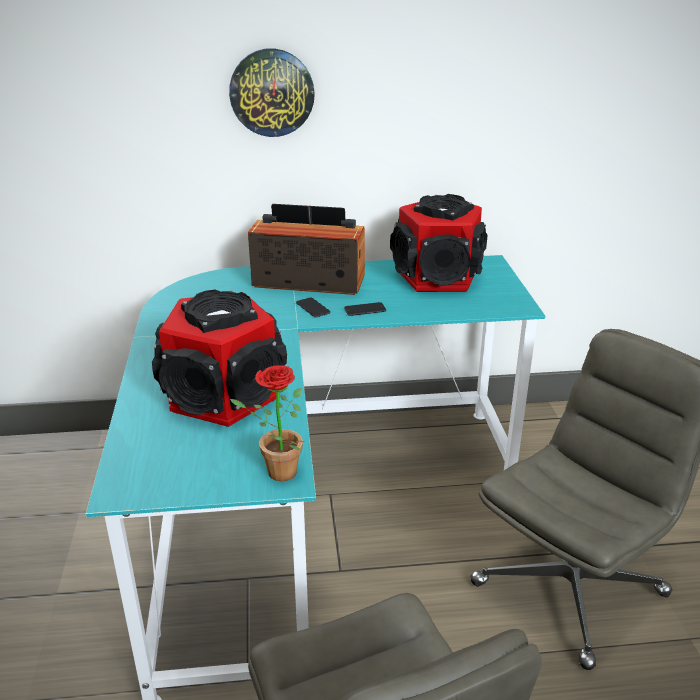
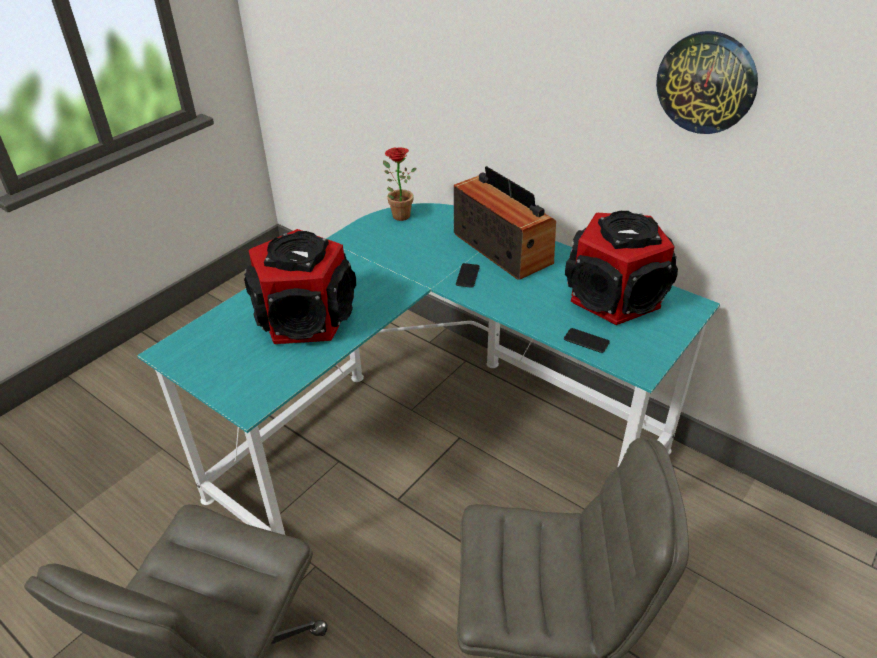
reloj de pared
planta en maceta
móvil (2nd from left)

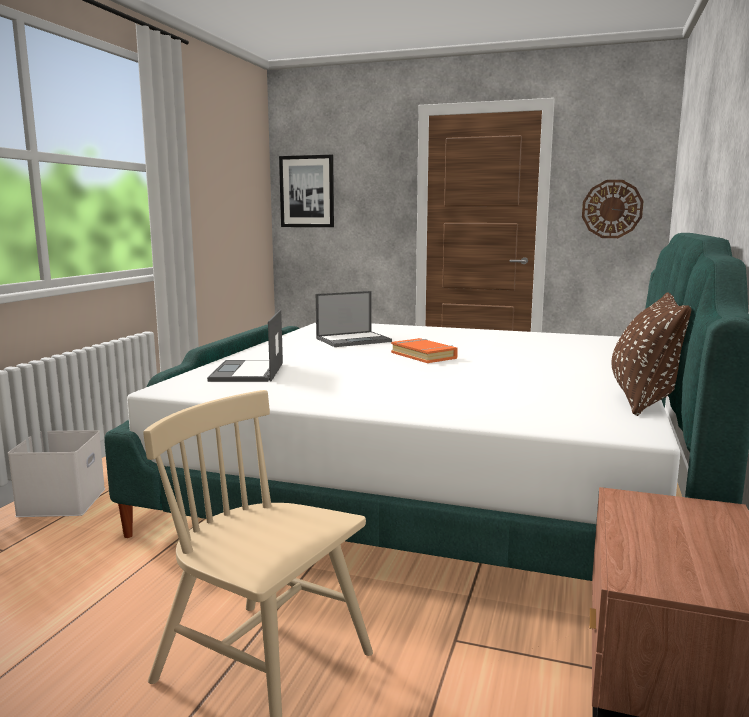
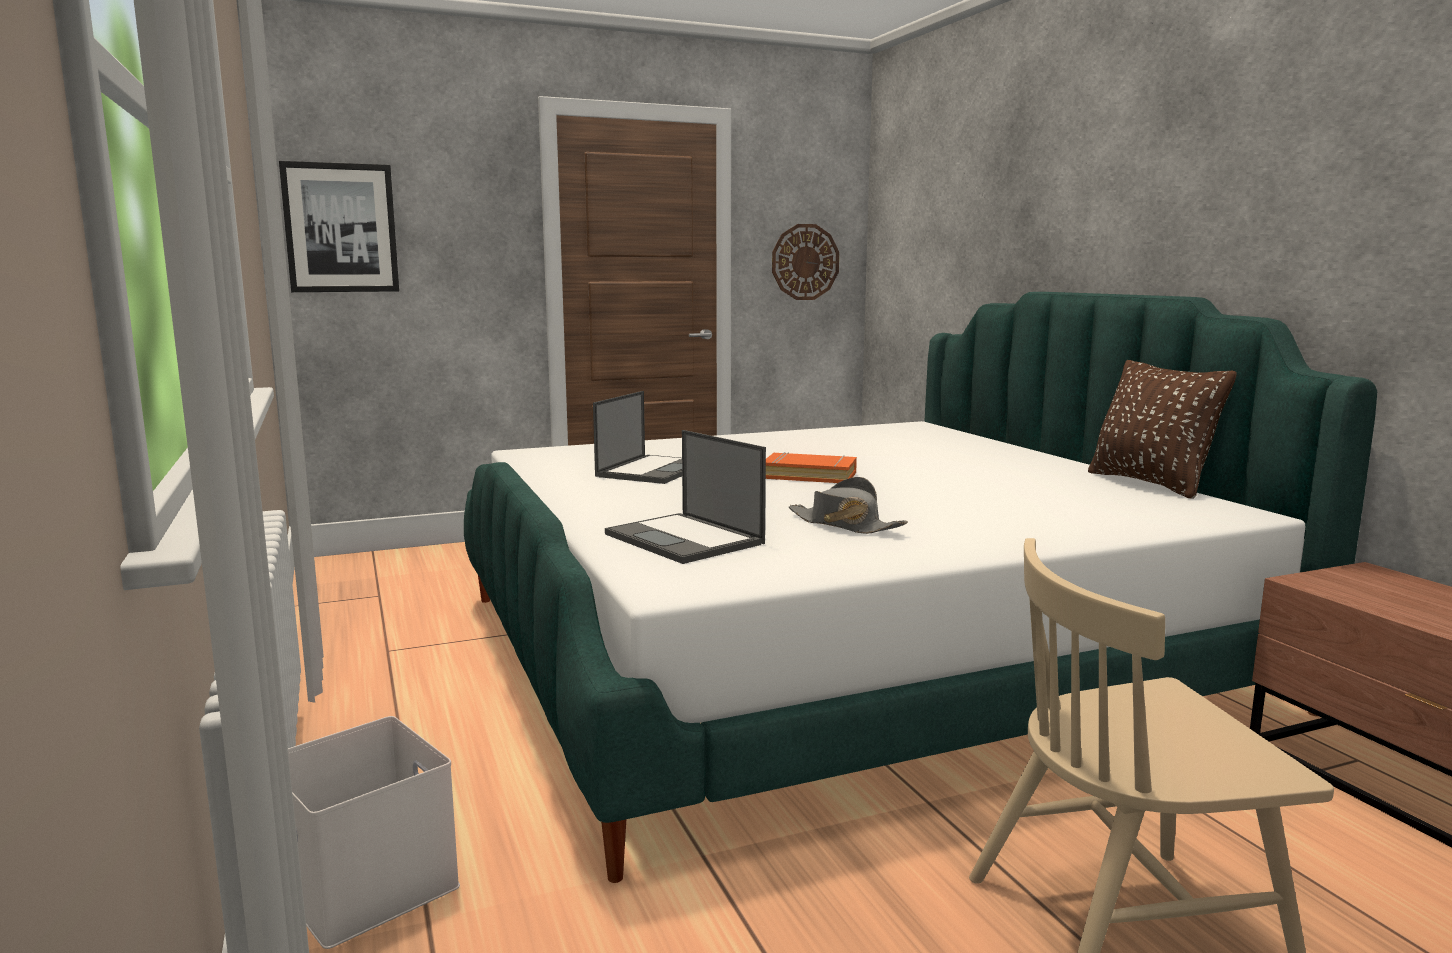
sombrero/gris

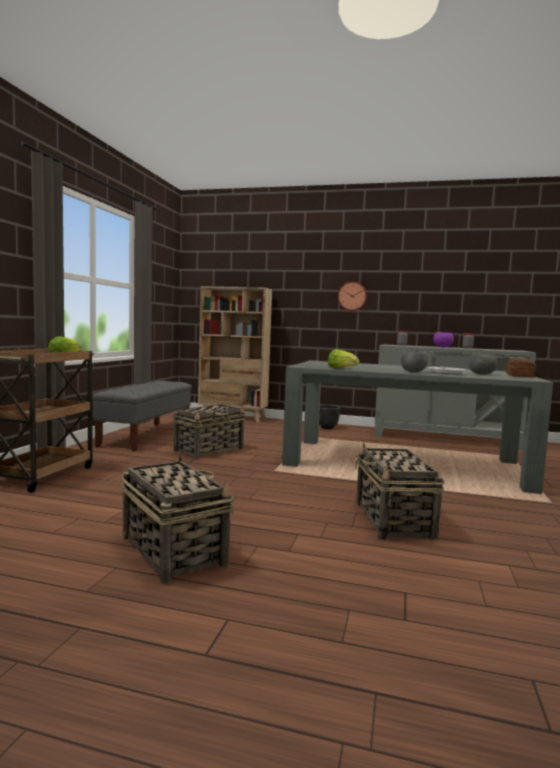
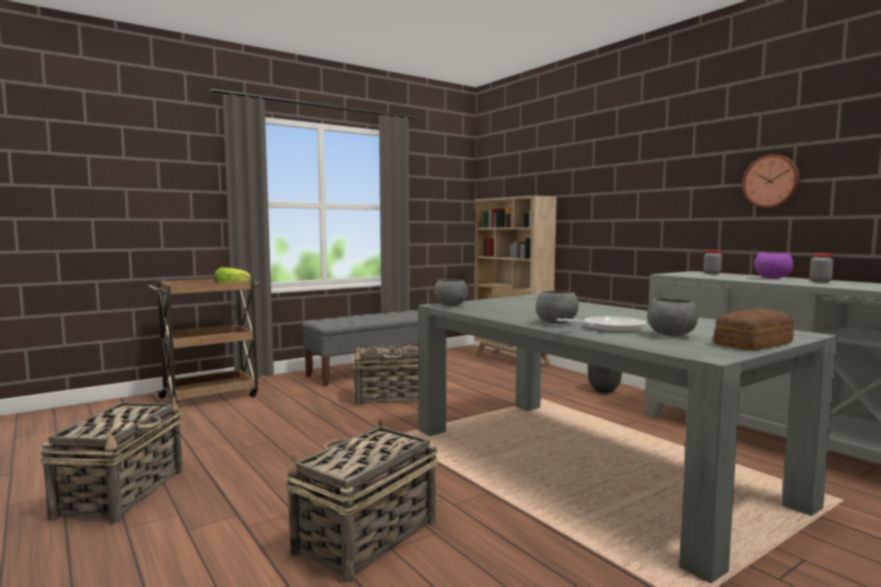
lechuga (2nd from left in the first image)
cuenco/gris (1st from left)
reloj de pared

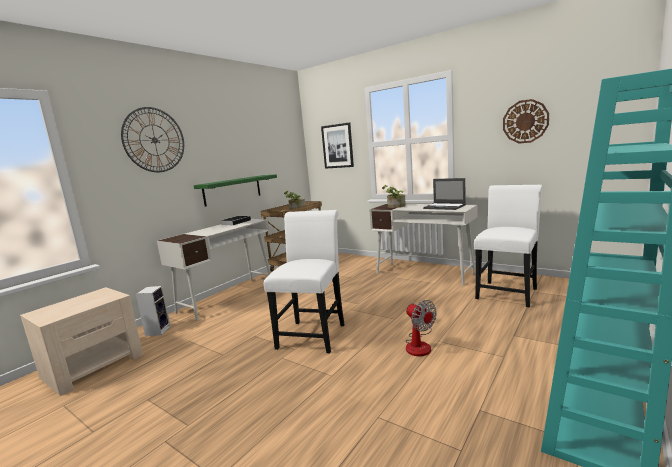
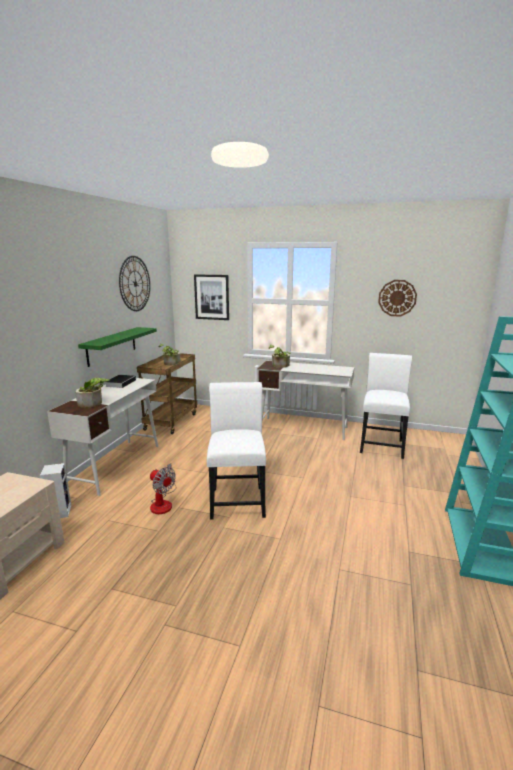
portátil
planta en maceta (1st from left)
reloj de pared (1st from left)
ventilador

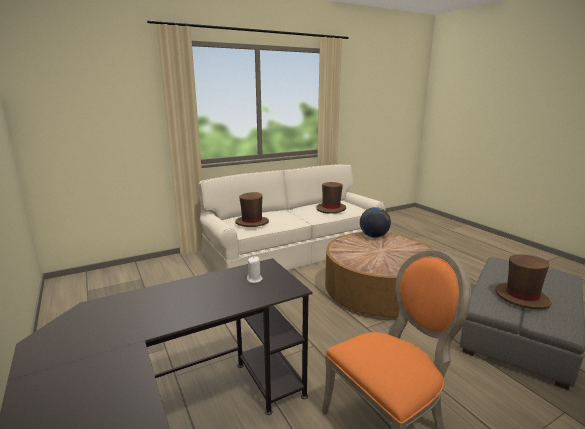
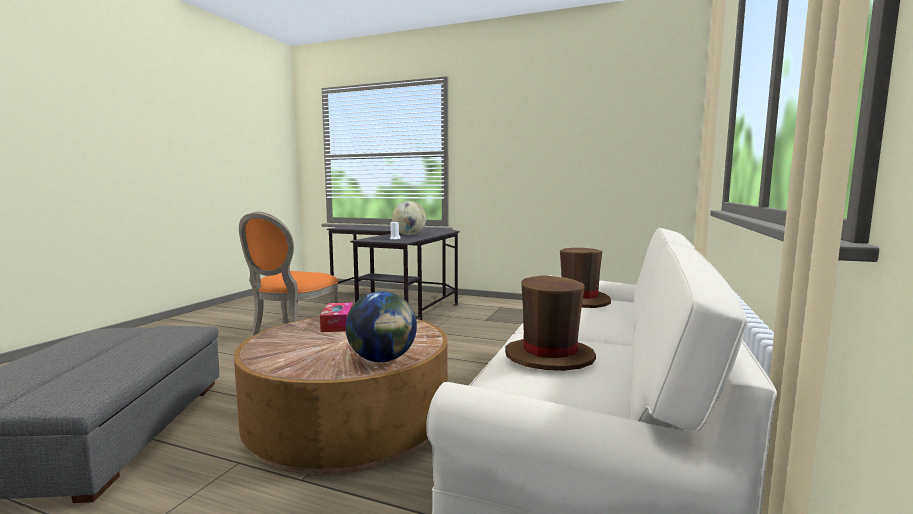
sombrero/marrón (3rd from left in the first image)
caja de pañuelos
globo terráqueo (2nd from left)

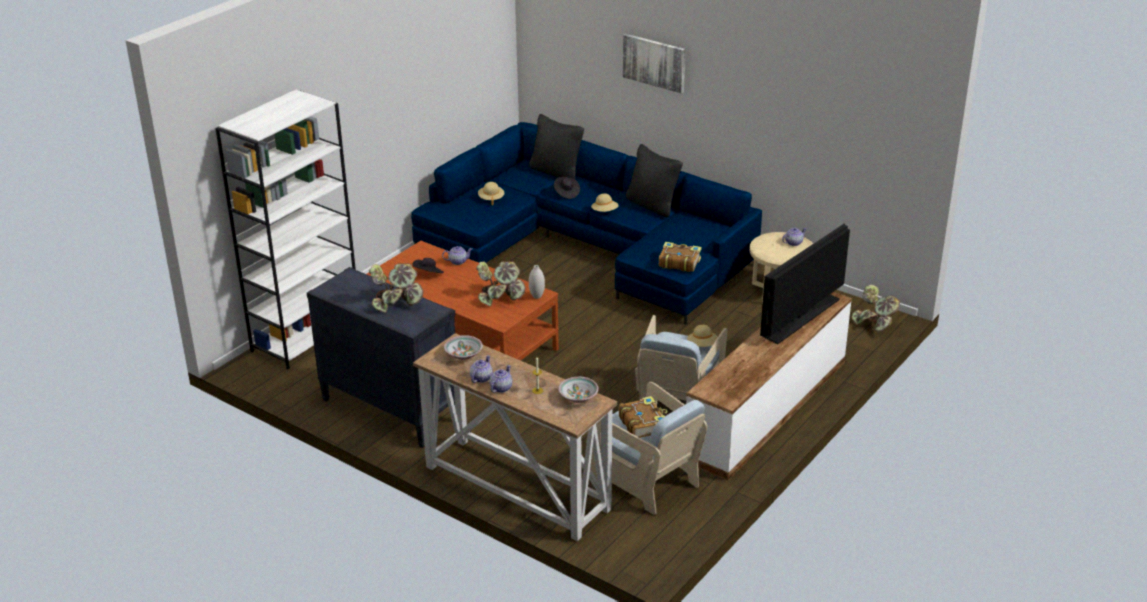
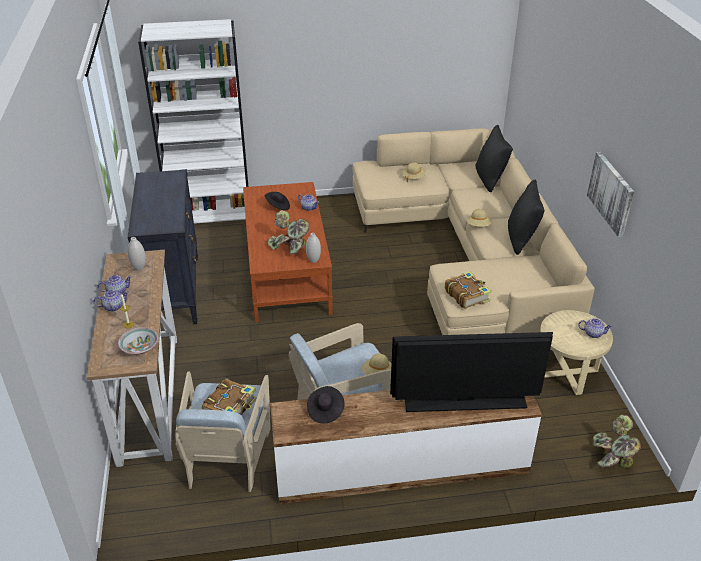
planta en maceta (1st from left in the first image)
sombrero/negro (2nd from left)
cuadro
florero/blanco (1st from left)
sofá/beis

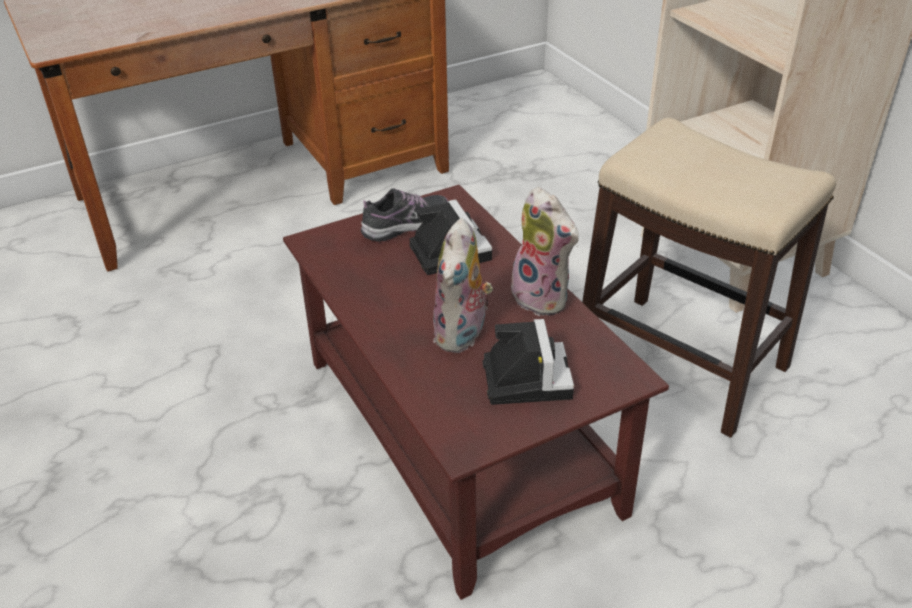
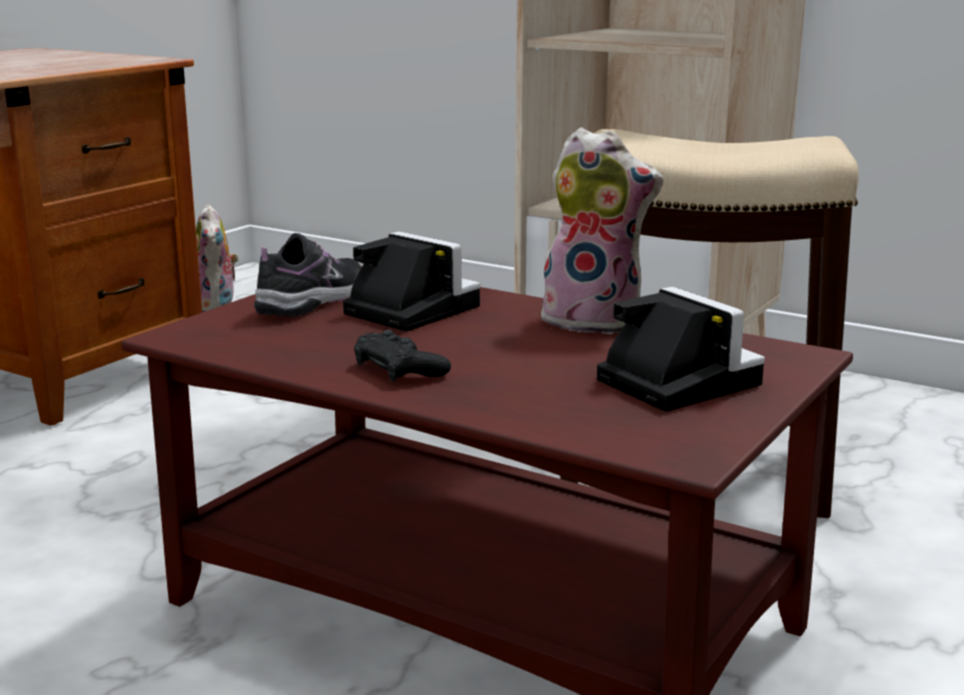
mando de consola/negro
peluche (1st from left)

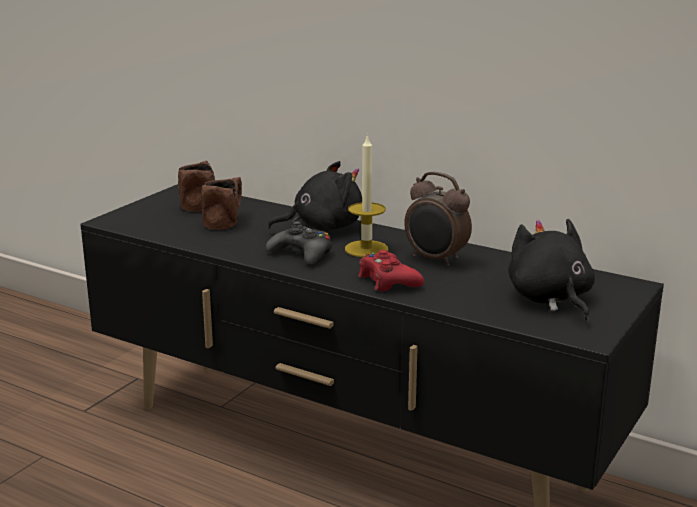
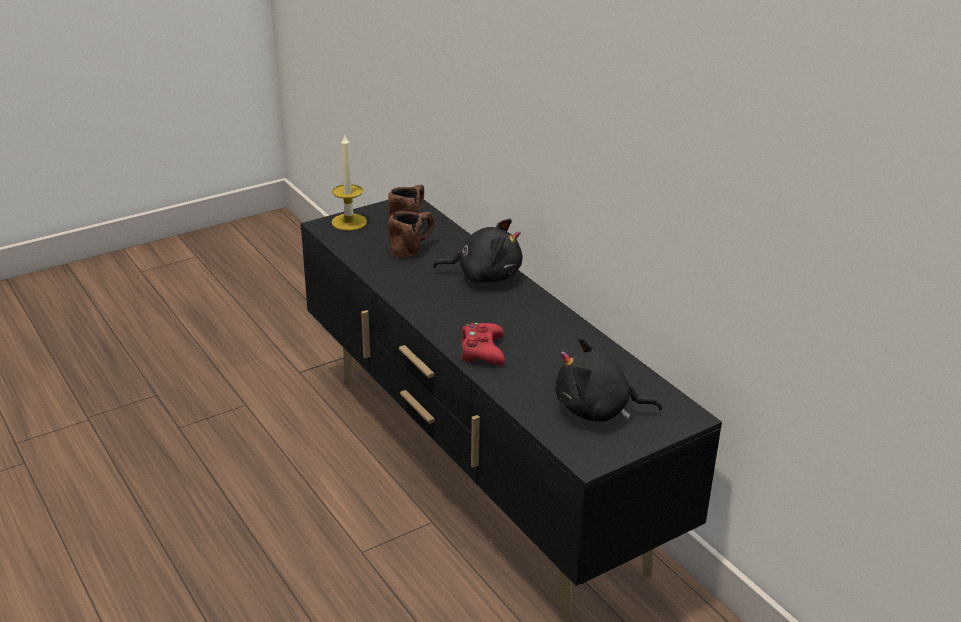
mando de consola/negro
despertador
vela
peluche/negro (2nd from left)

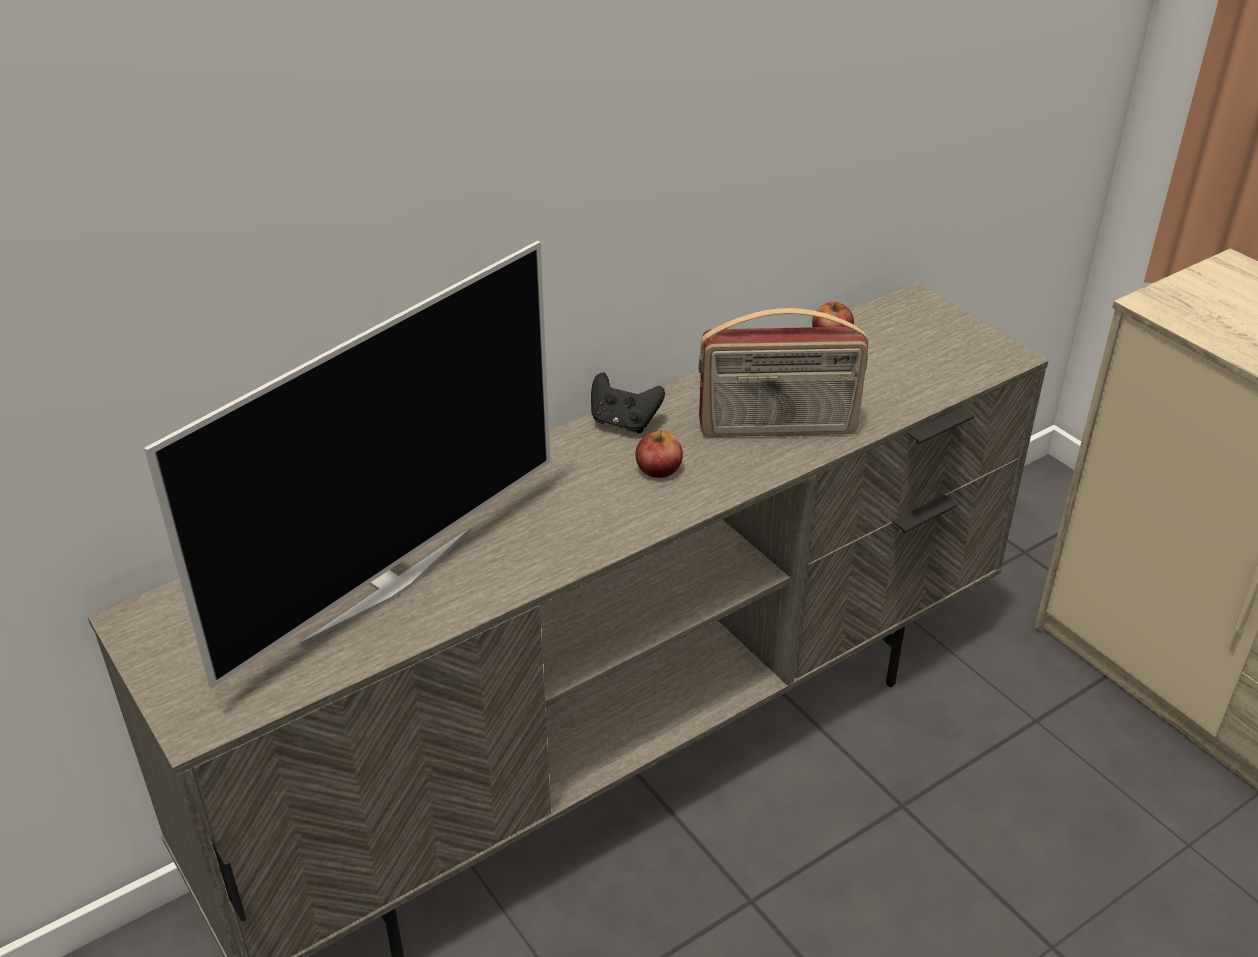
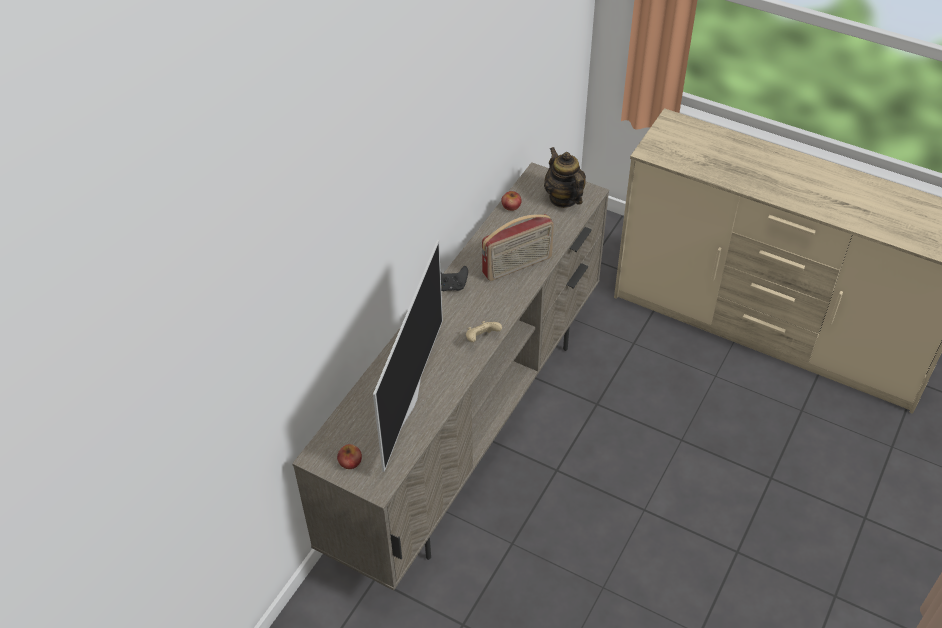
mando de consola/beis
tetera
manzana (1st from left)

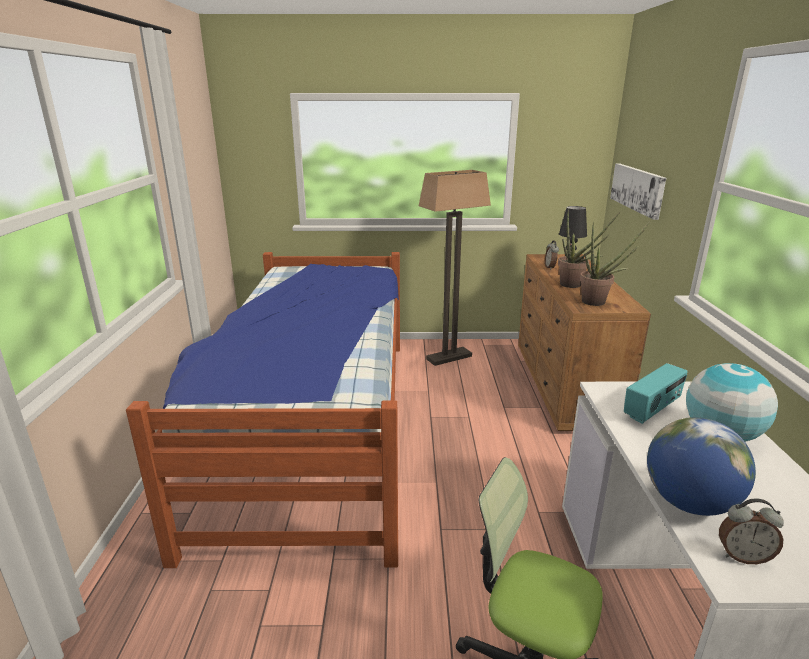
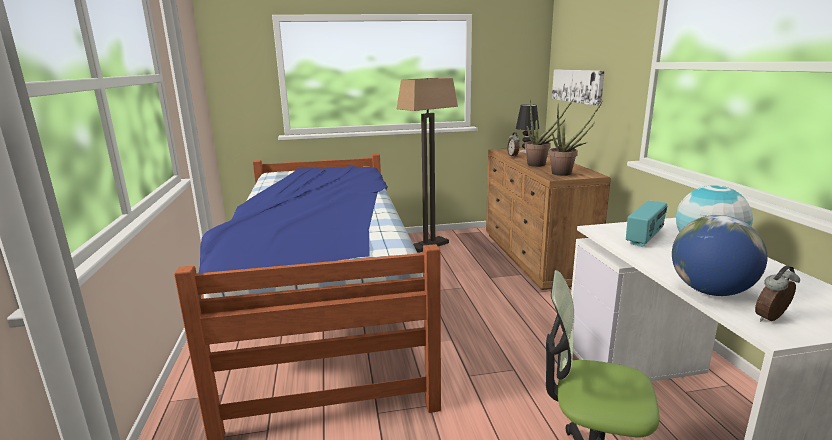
despertador (2nd from left)

